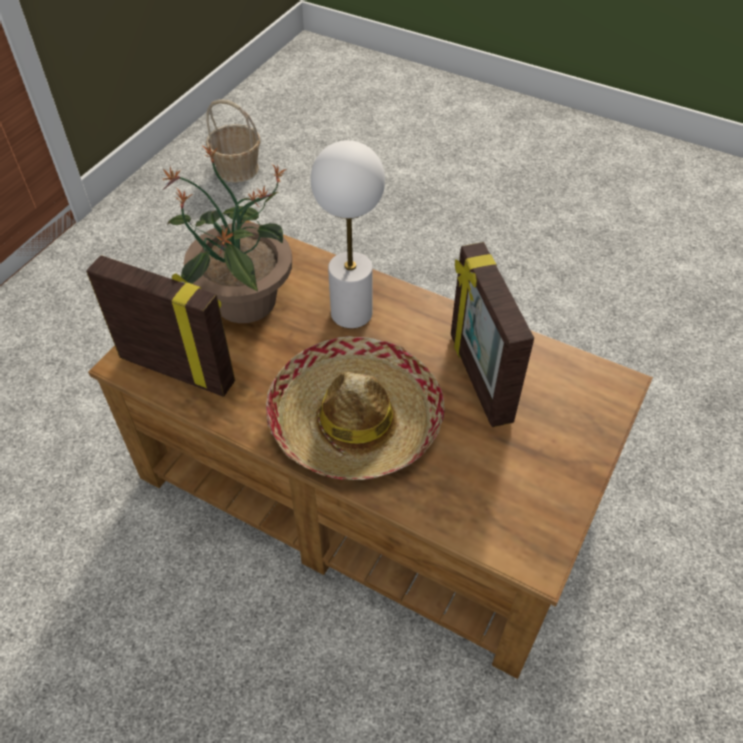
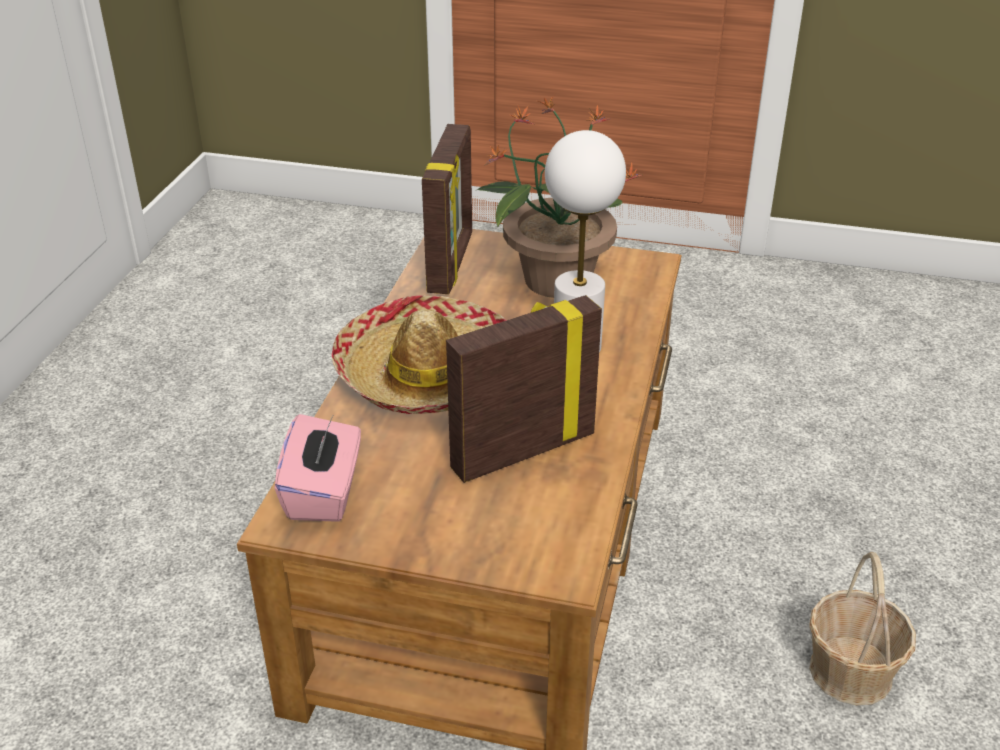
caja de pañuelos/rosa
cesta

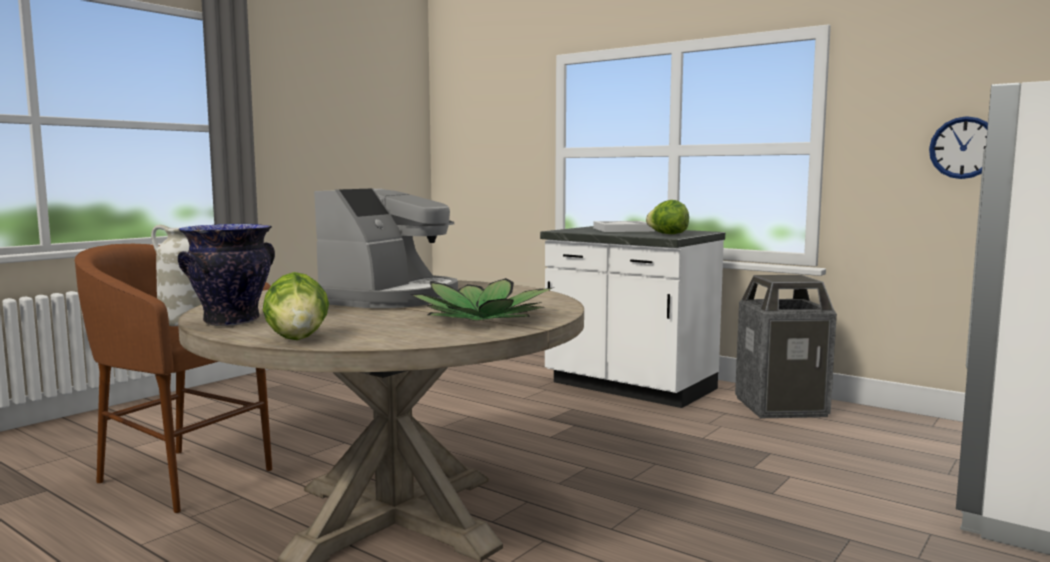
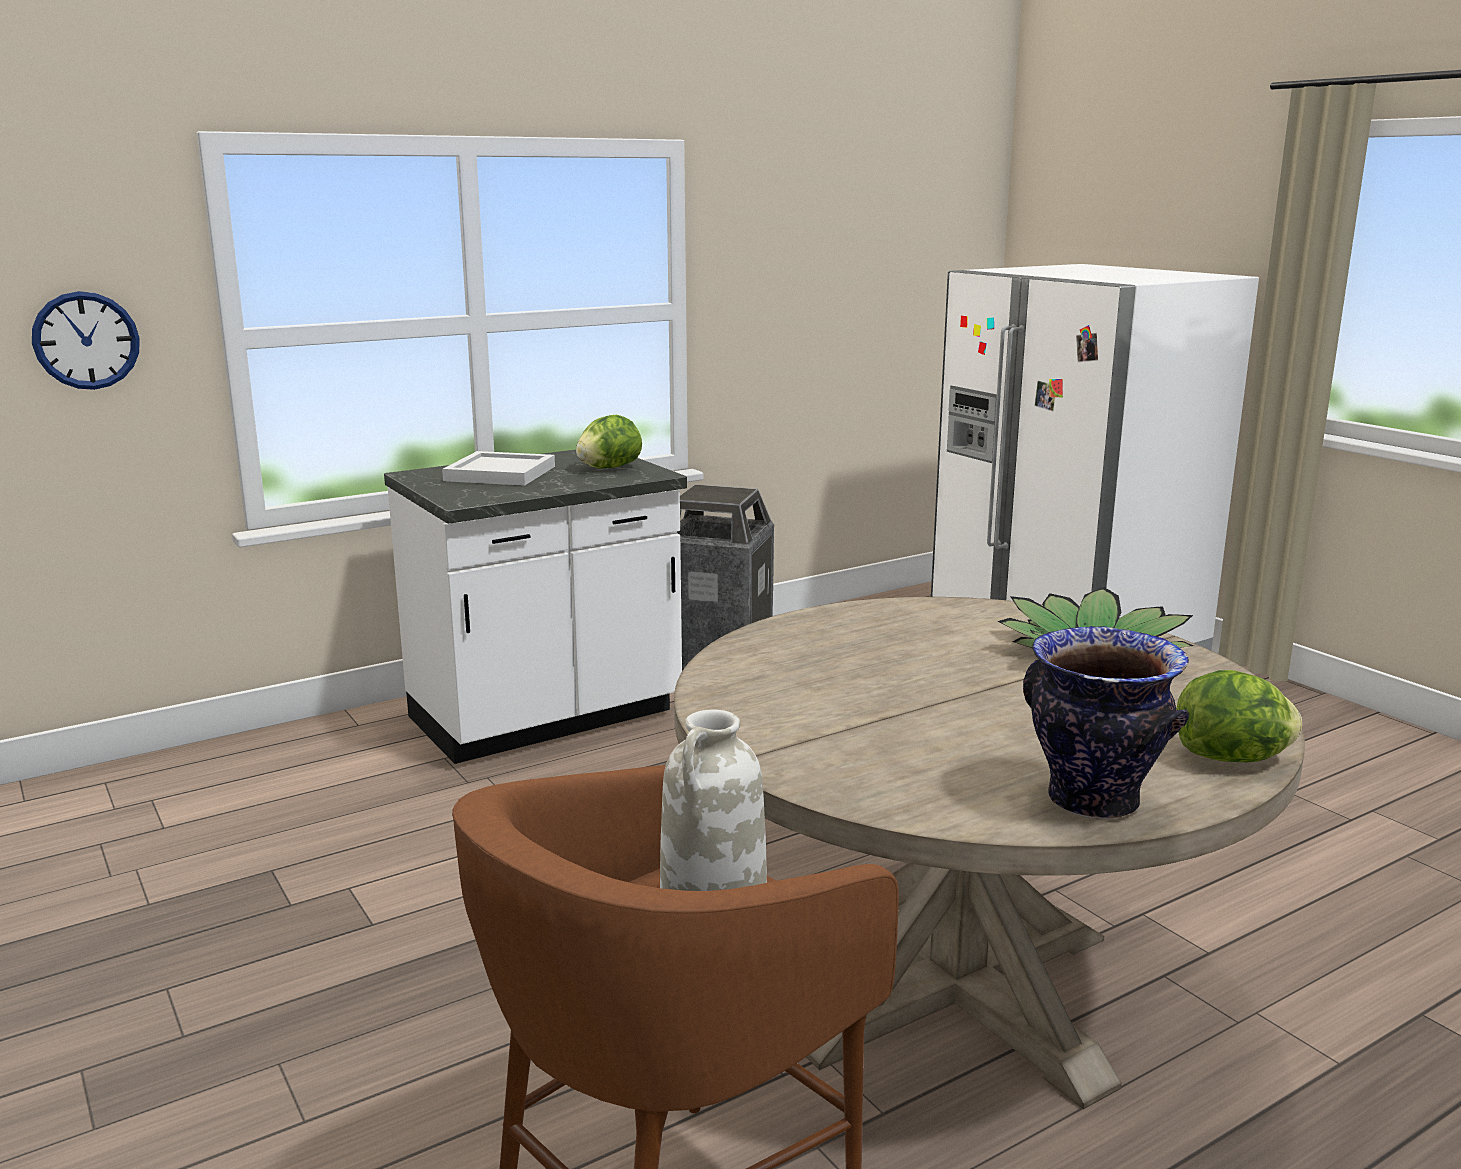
cafetera
reloj de pared

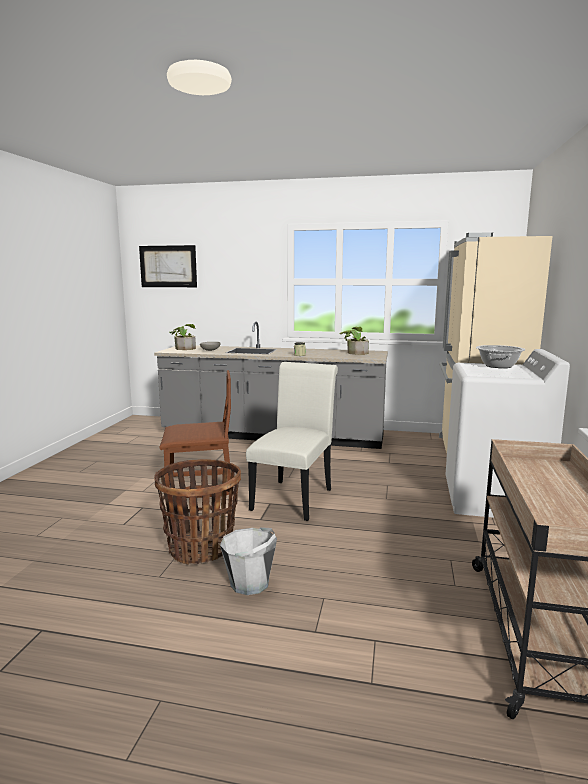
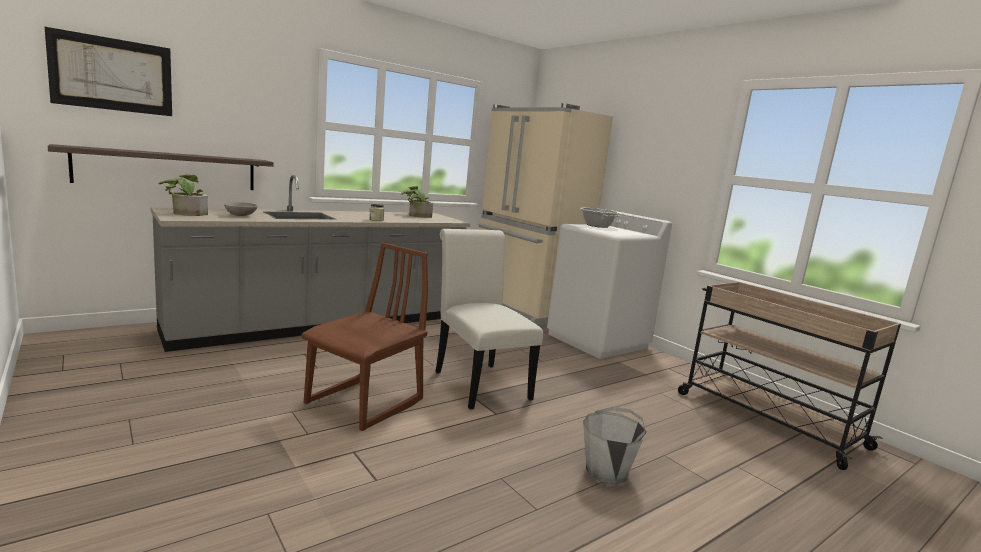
cesta
estante

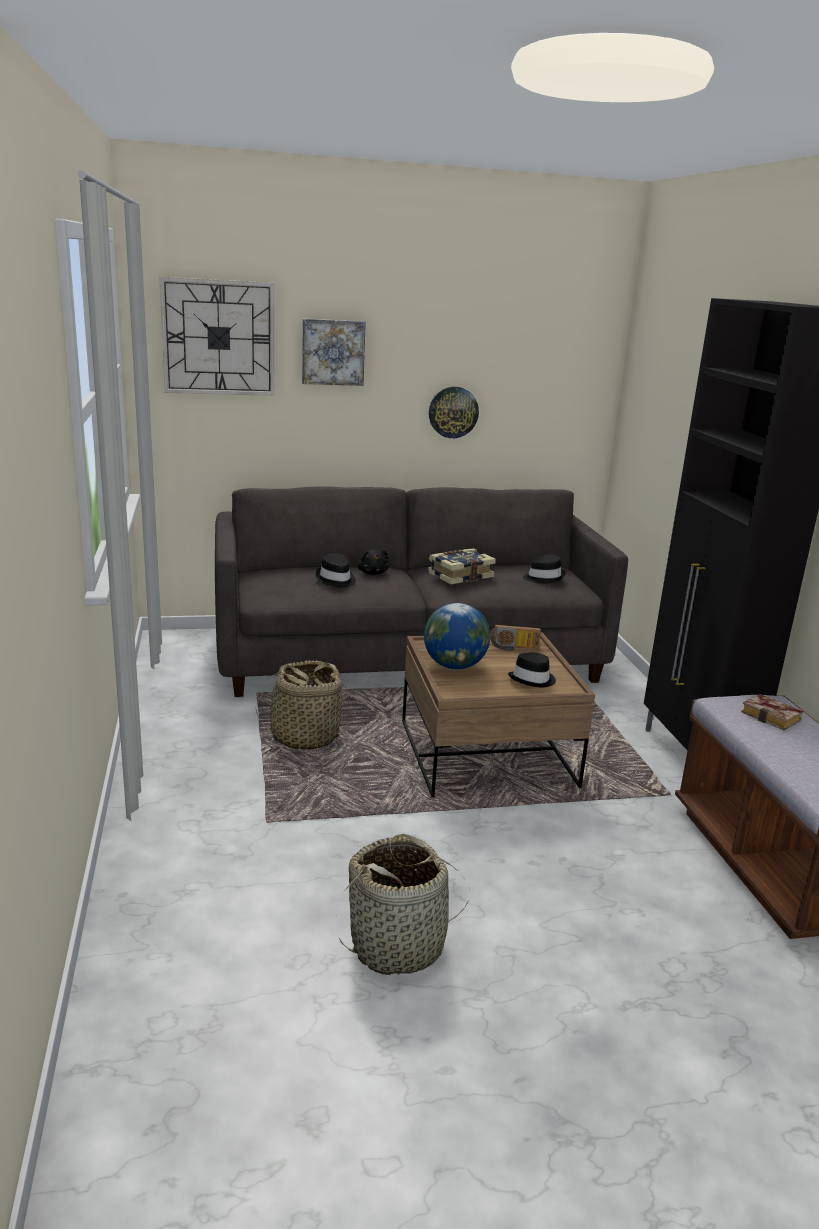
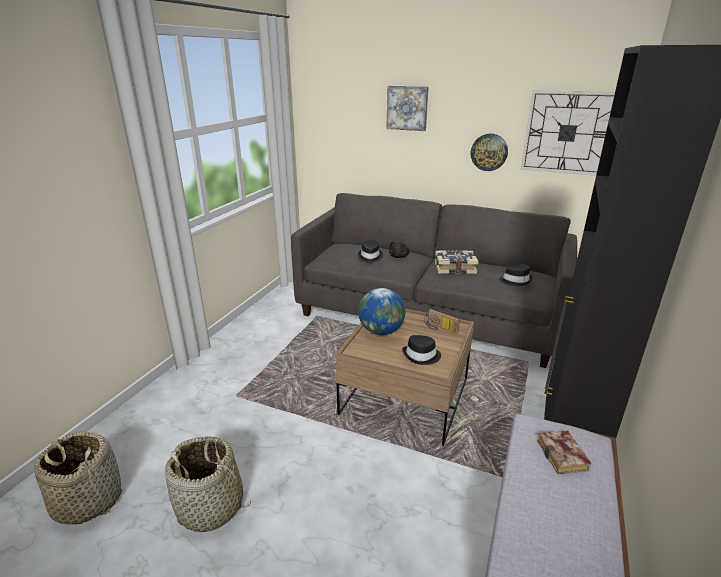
reloj de pared (2nd from left)
cesta (1st from left)

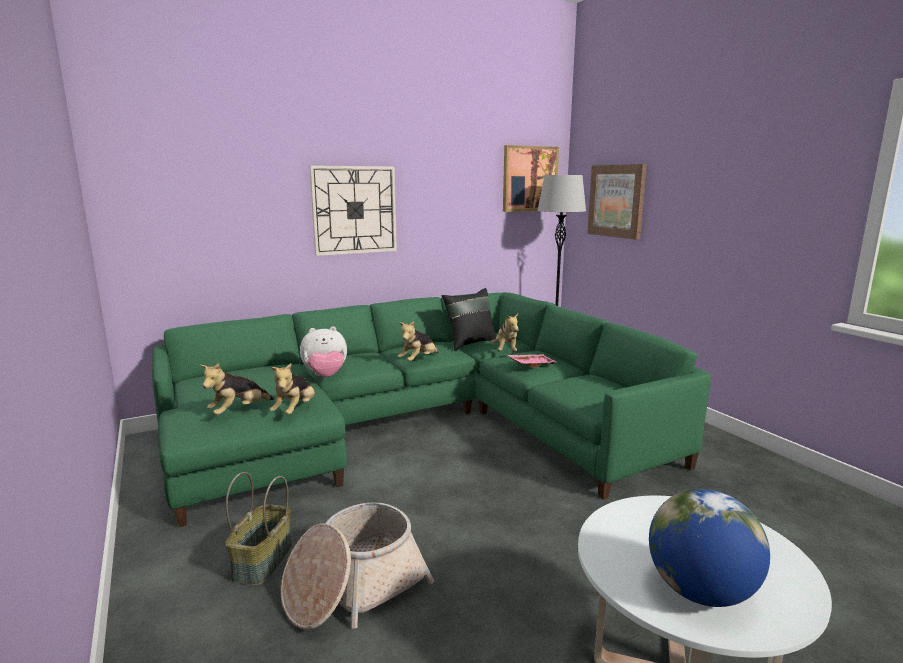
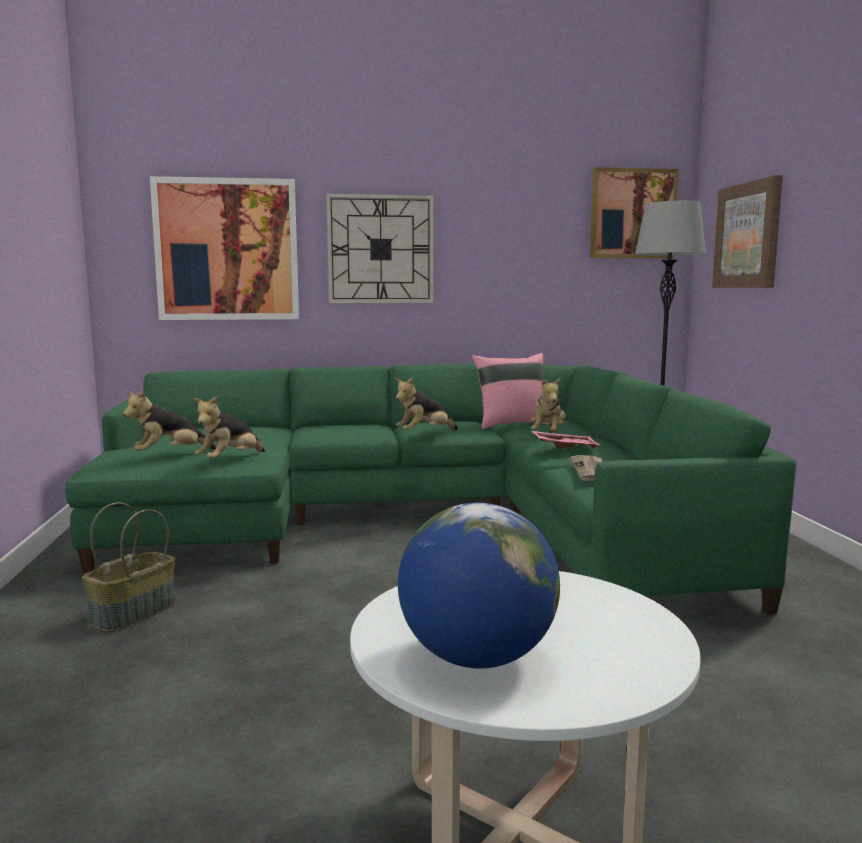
cesta (2nd from left in the first image)
peluche (3rd from left in the first image)
cuadro (1st from left)
periódico
cojín/rosa

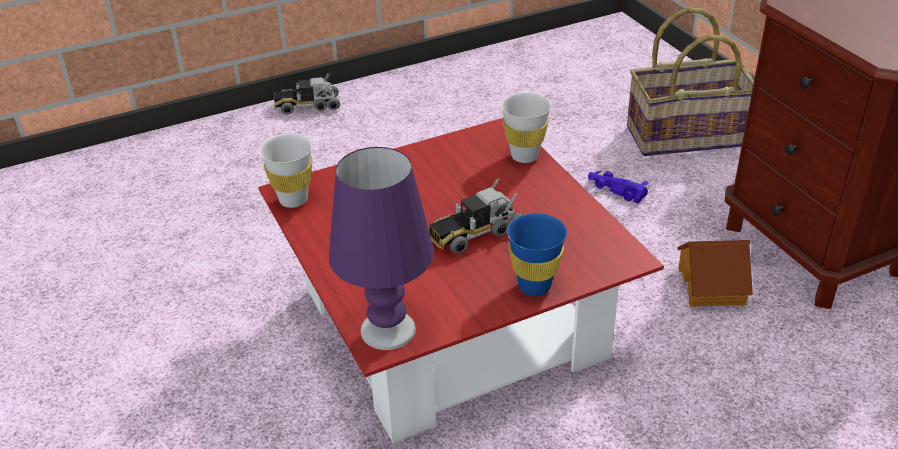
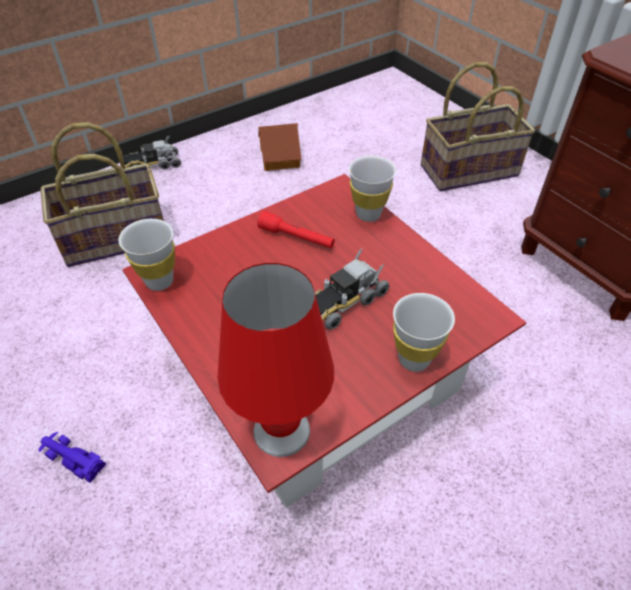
cesta (1st from left)
linterna/rojo
coche de juguete/morado
casita
lámpara de mesa/rojo
taza/blanco (3rd from left)

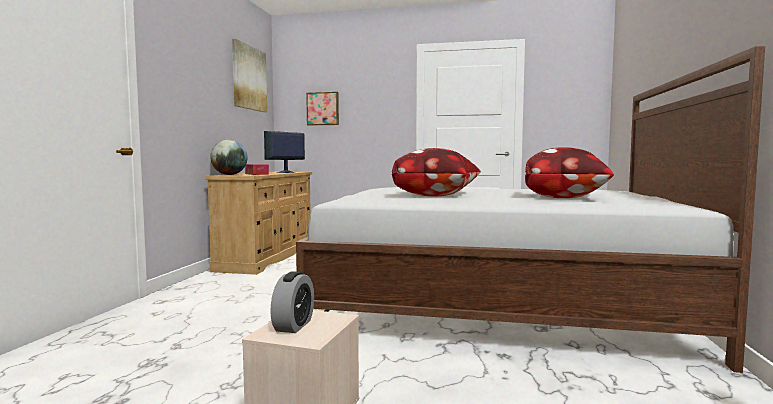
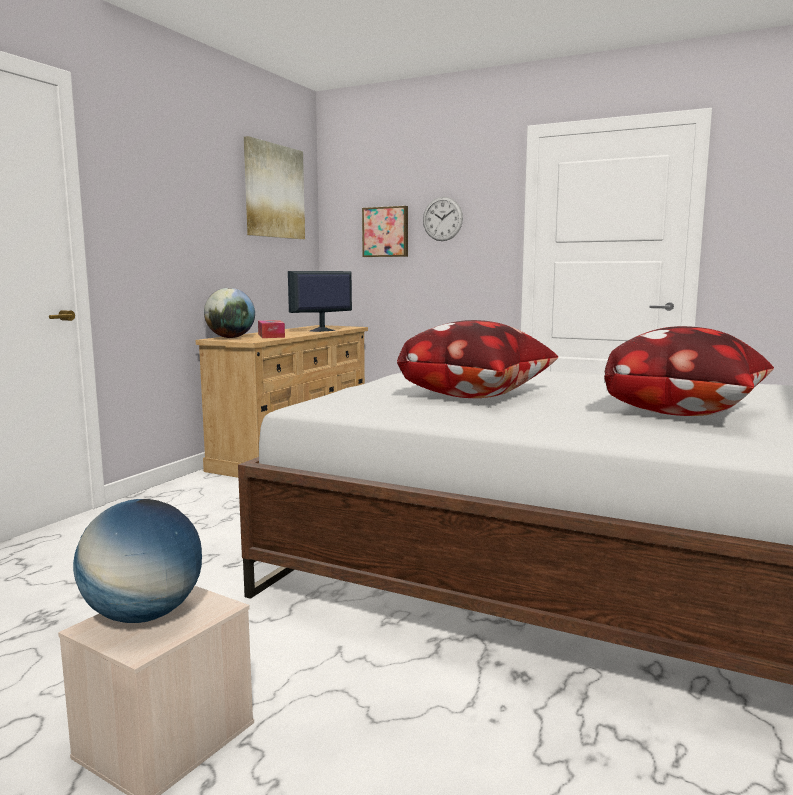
reloj de pared
globo terráqueo (1st from left)

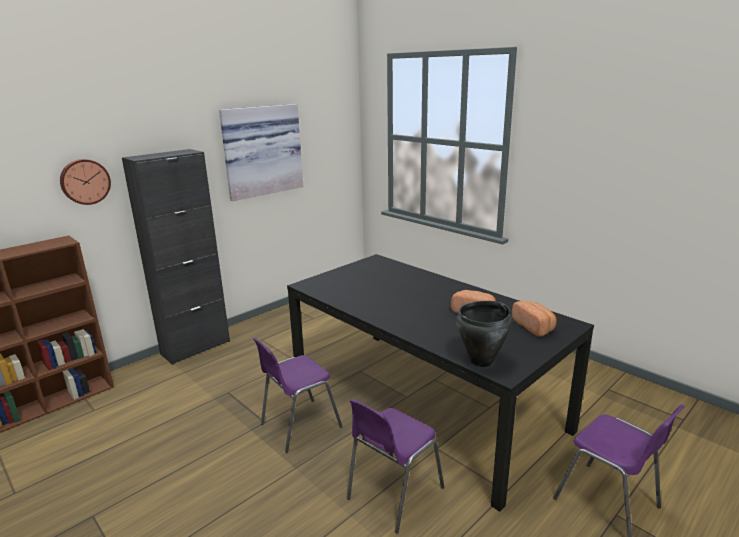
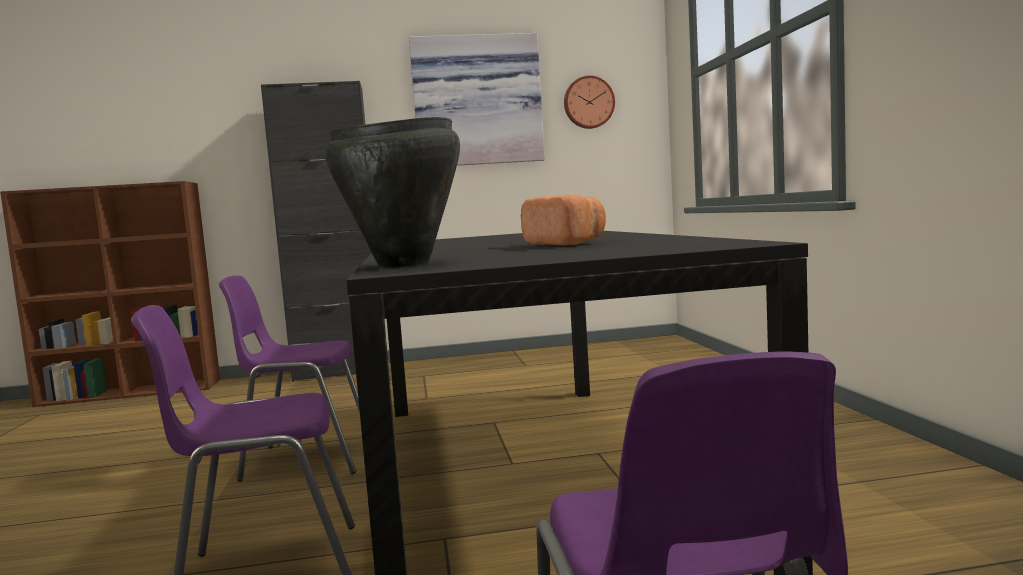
pan (2nd from left in the first image)
reloj de pared

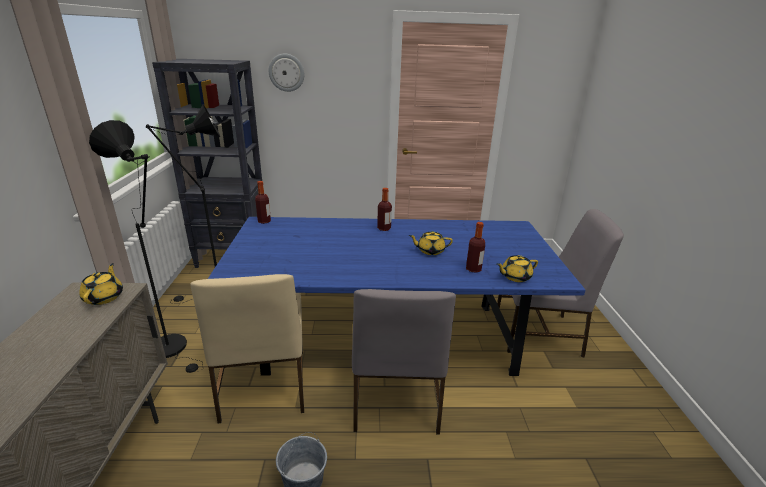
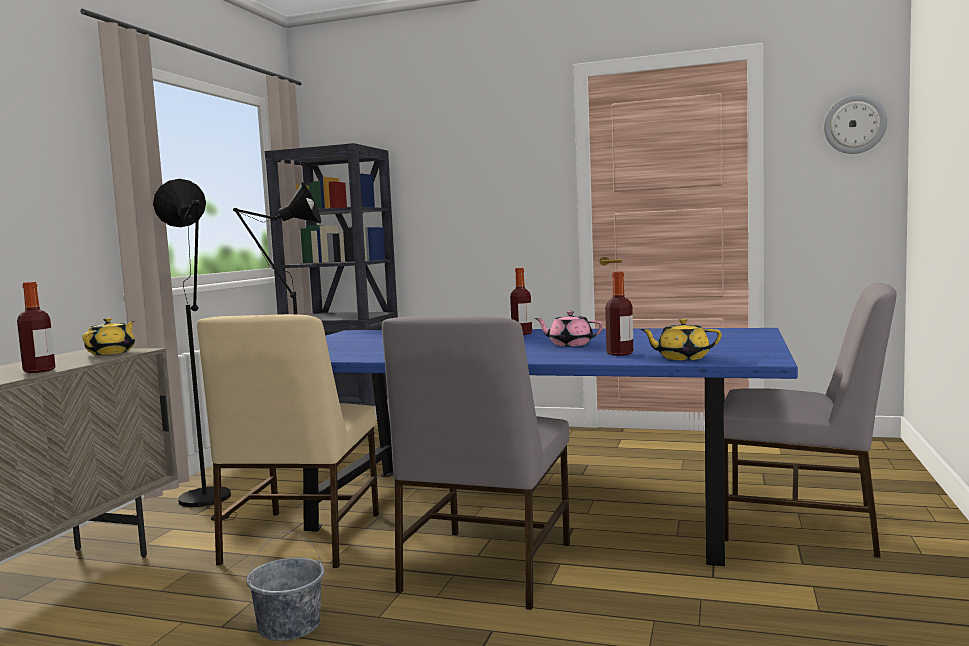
botella (1st from left)
reloj de pared
tetera/rosa

